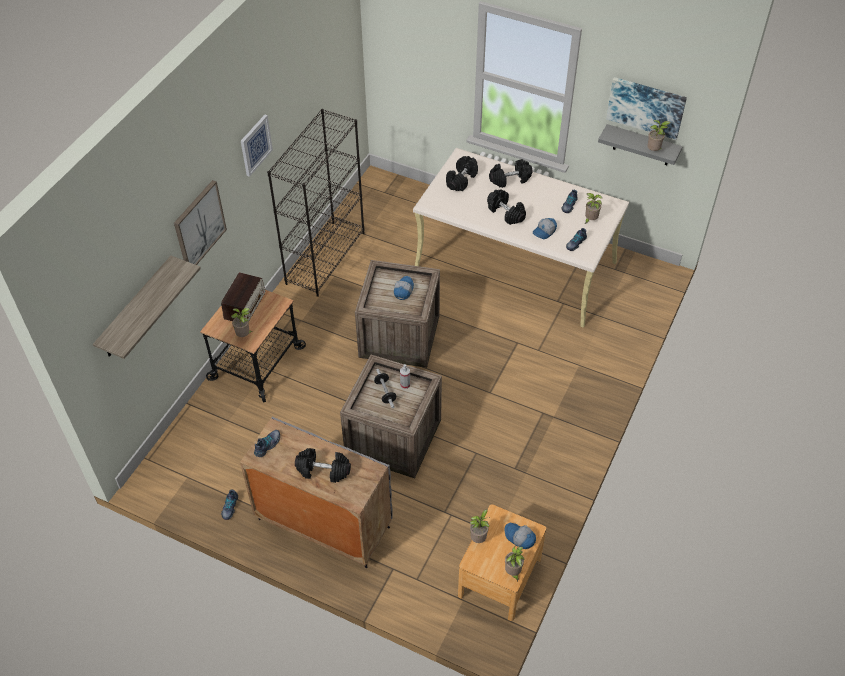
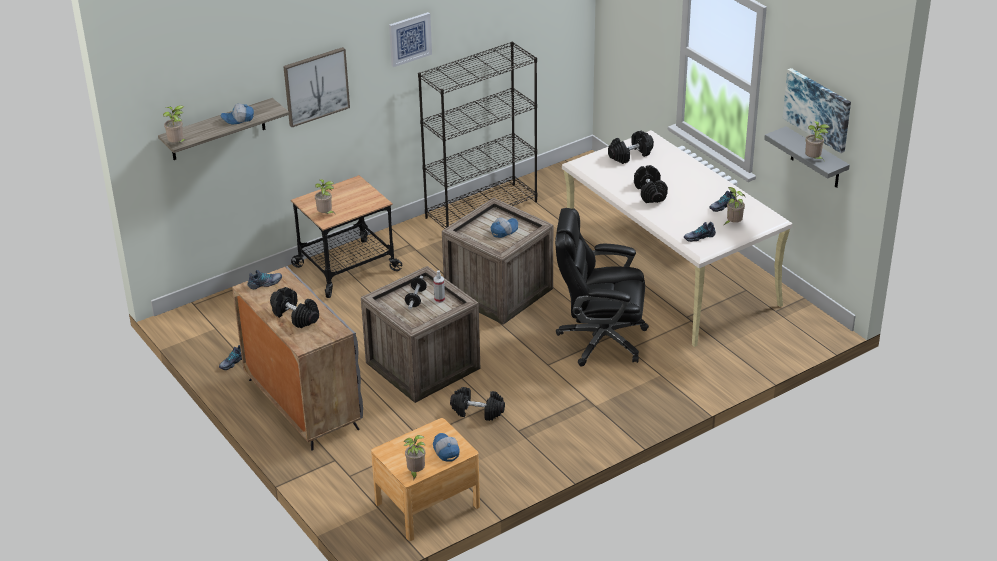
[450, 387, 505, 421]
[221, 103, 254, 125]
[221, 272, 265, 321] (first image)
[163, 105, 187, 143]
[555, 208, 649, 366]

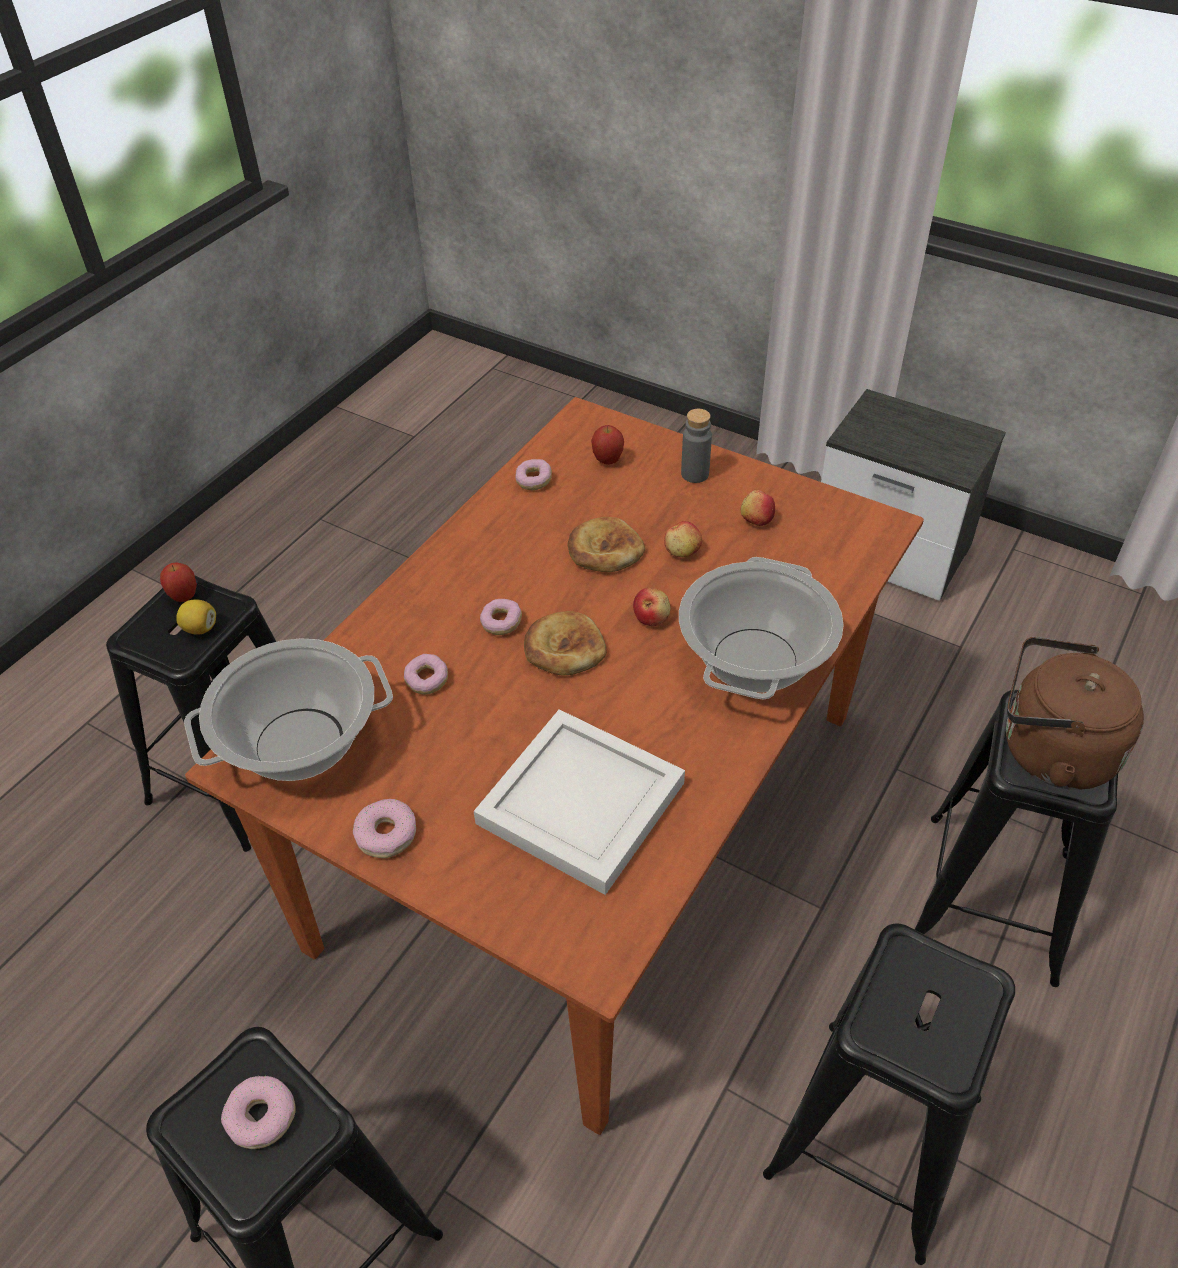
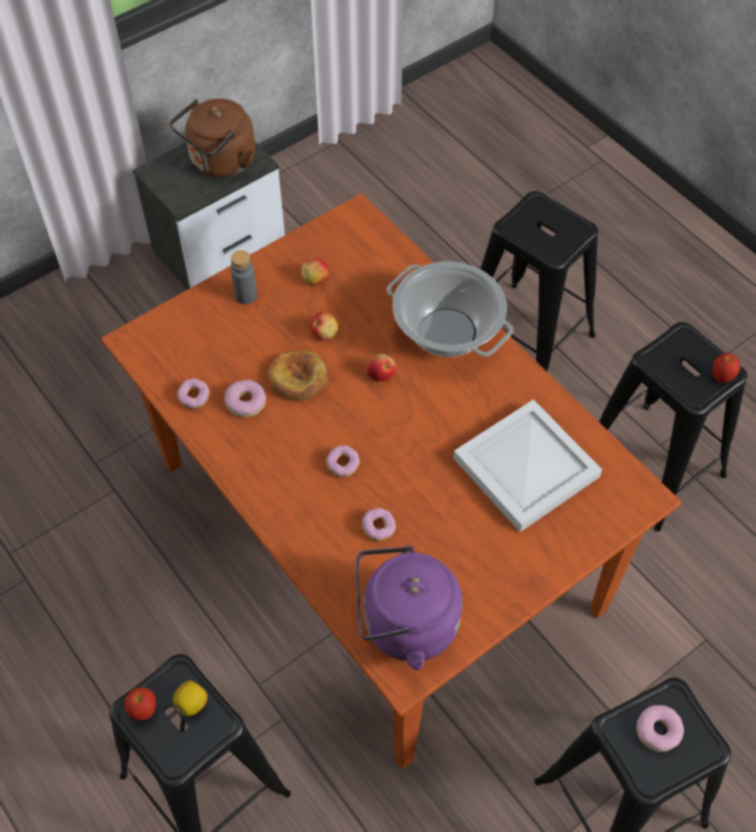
[713, 353, 740, 383]
[524, 611, 607, 675] (first image)
[170, 98, 255, 177]
[356, 546, 463, 670]
[225, 380, 266, 417]

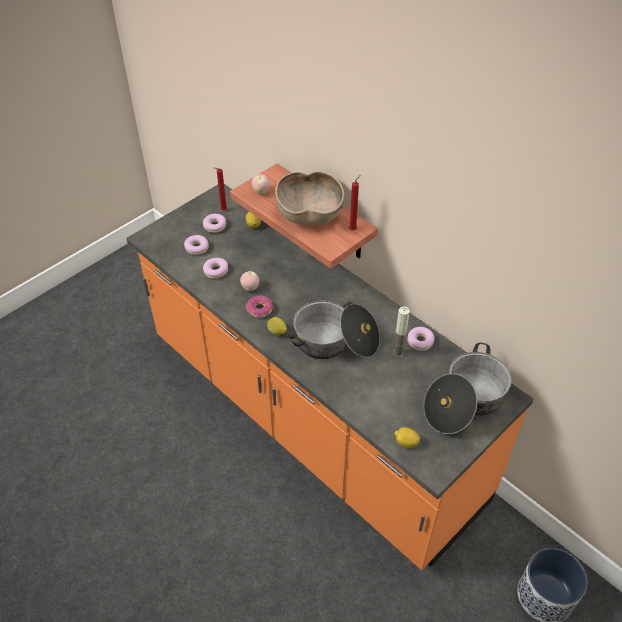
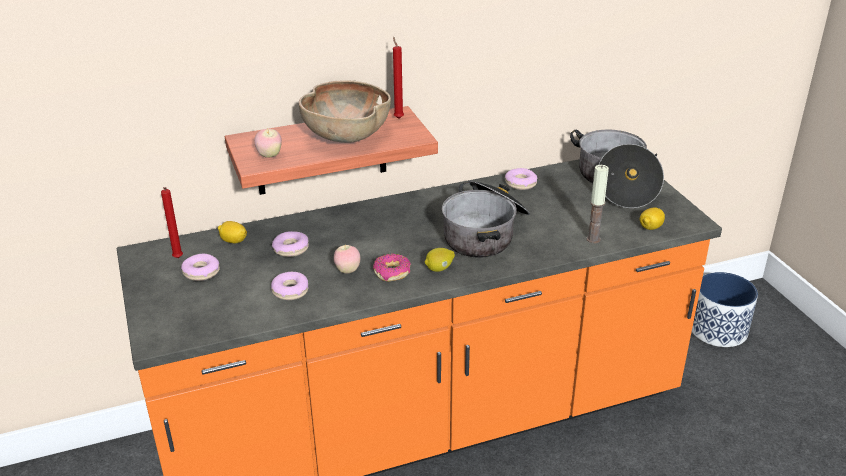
[272, 231, 309, 257]
[586, 165, 609, 243]

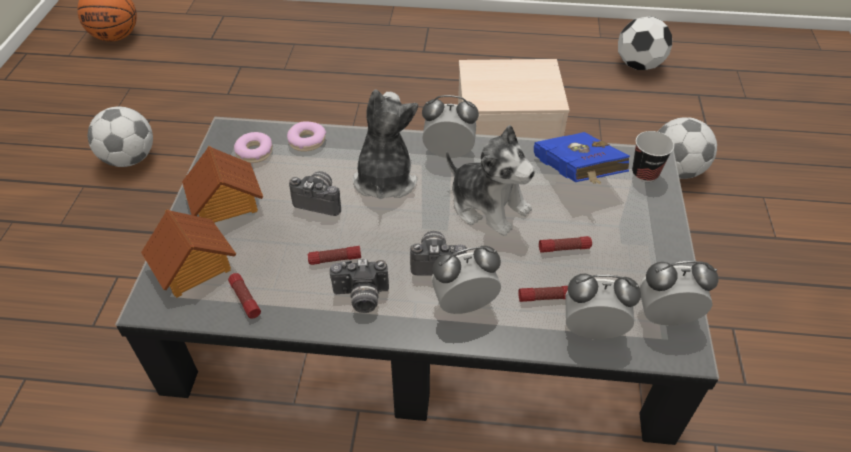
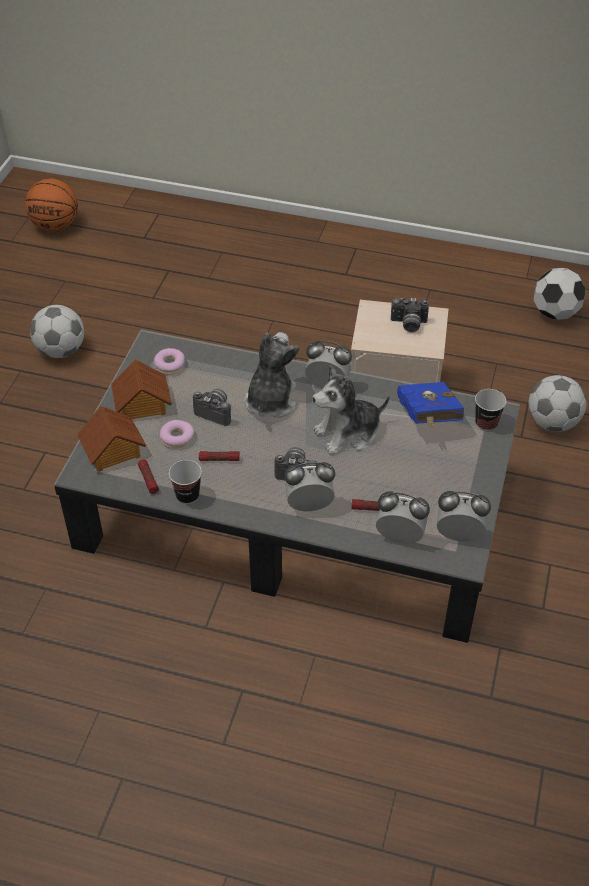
[160, 420, 195, 448]
[312, 365, 390, 455]
[539, 236, 592, 253] (first image)
[391, 298, 429, 333]
[169, 460, 202, 504]

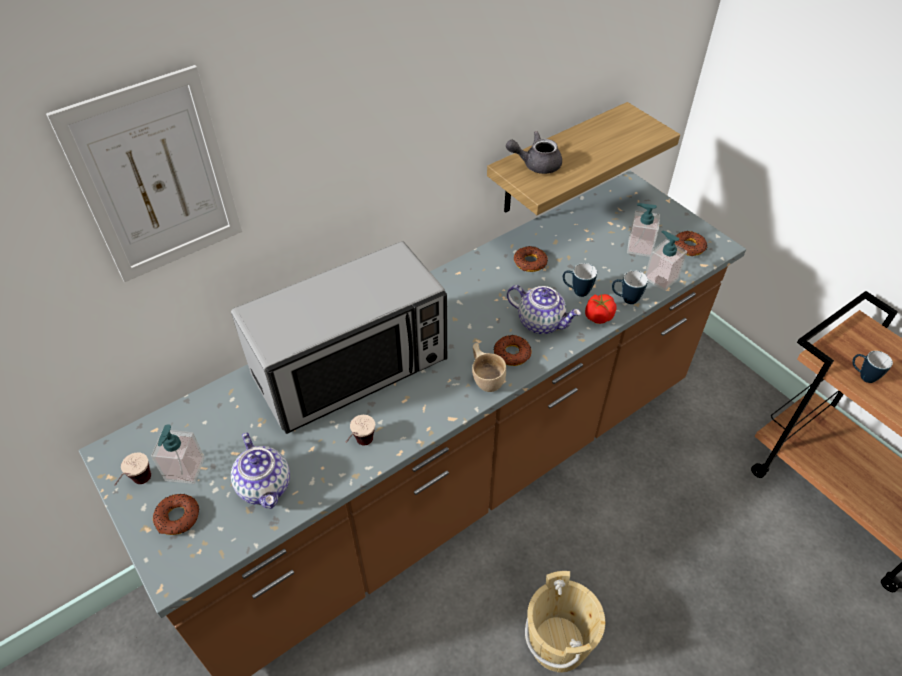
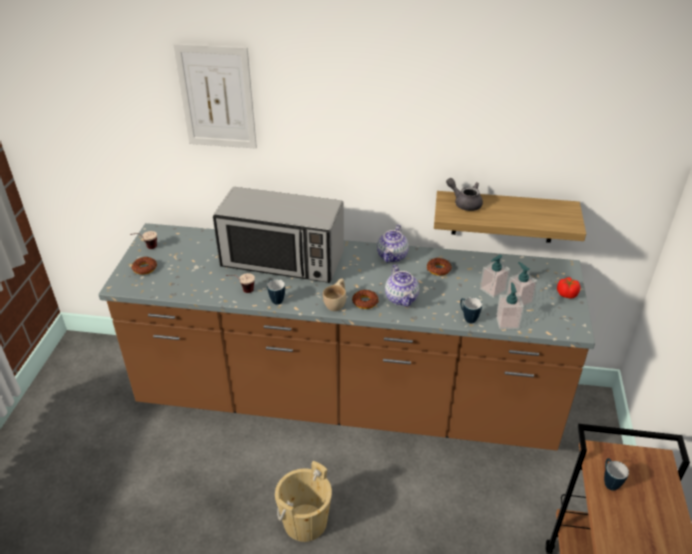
[674, 231, 707, 256] (first image)
[267, 279, 285, 305]
[557, 277, 580, 299]
[480, 255, 510, 298]
[377, 225, 409, 262]

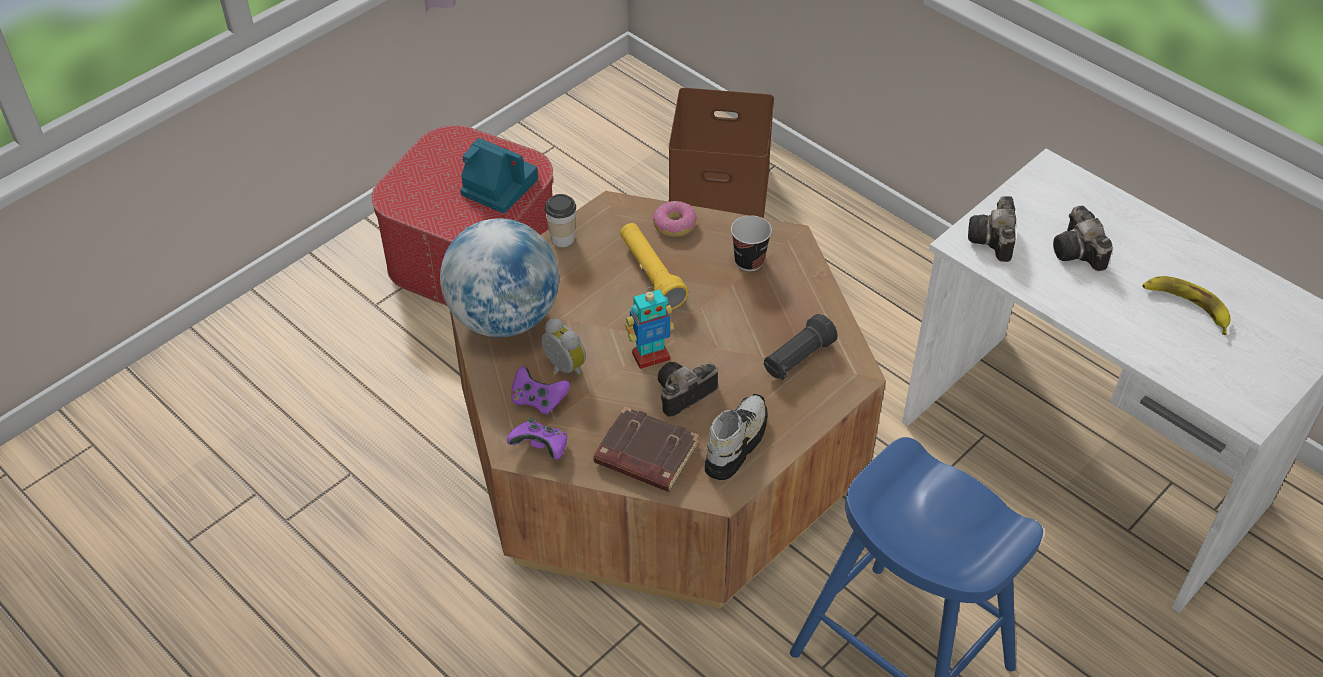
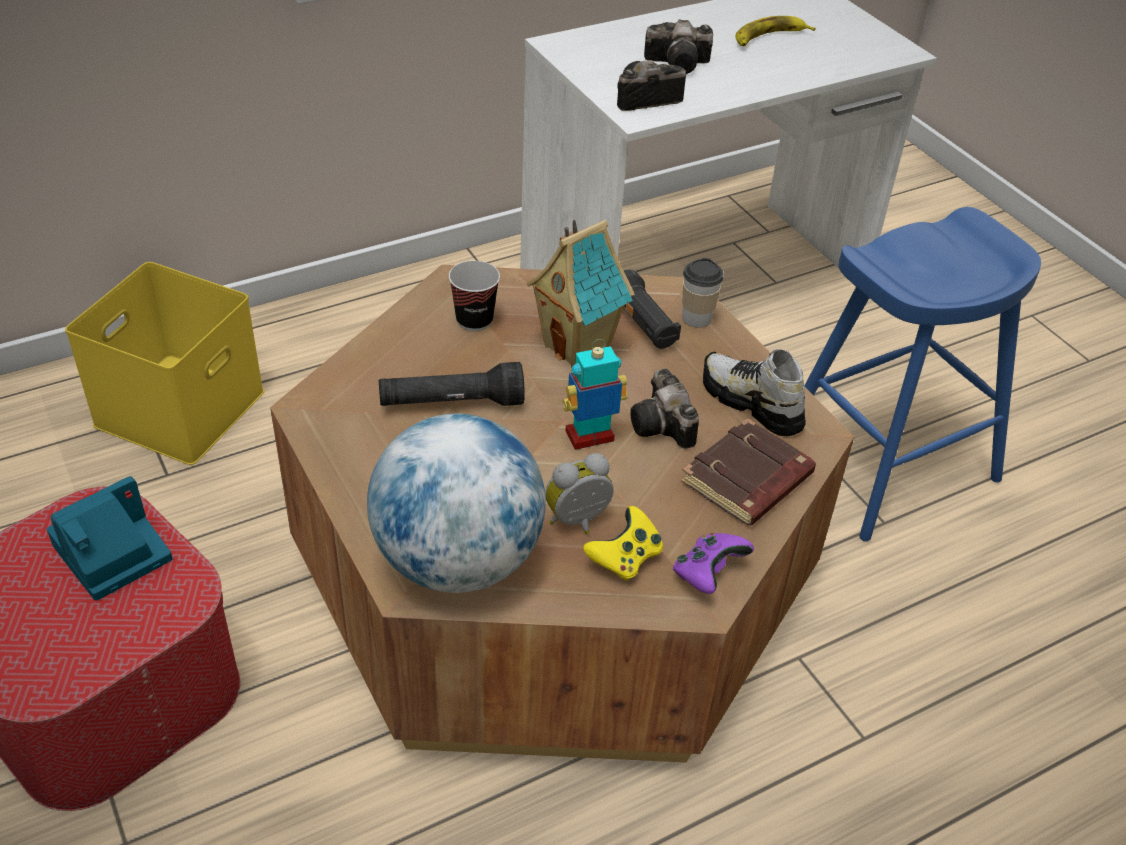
[65, 262, 264, 465]
[682, 258, 723, 328]
[617, 60, 686, 111]
[653, 201, 697, 237] (first image)
[379, 362, 525, 406]
[562, 339, 627, 450]
[583, 506, 663, 581]
[527, 219, 635, 368]

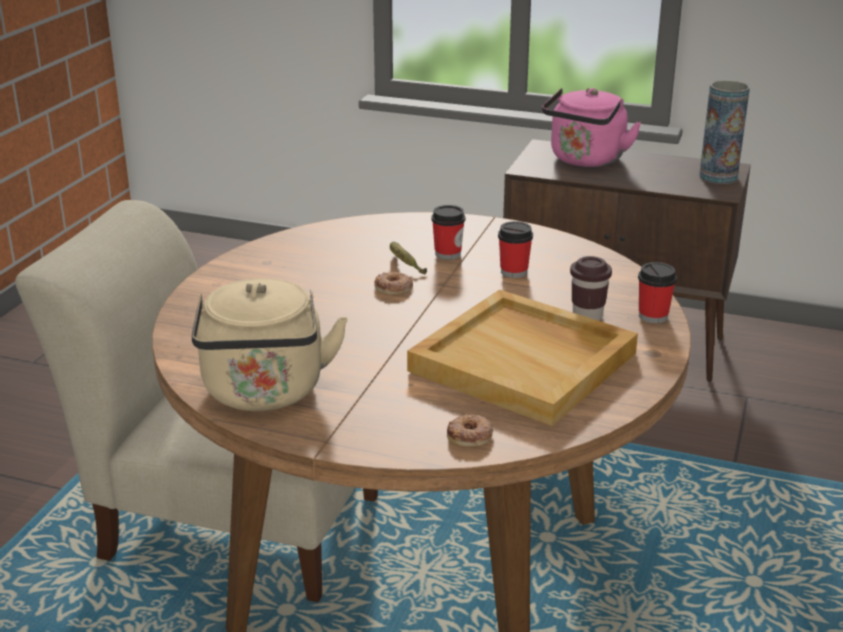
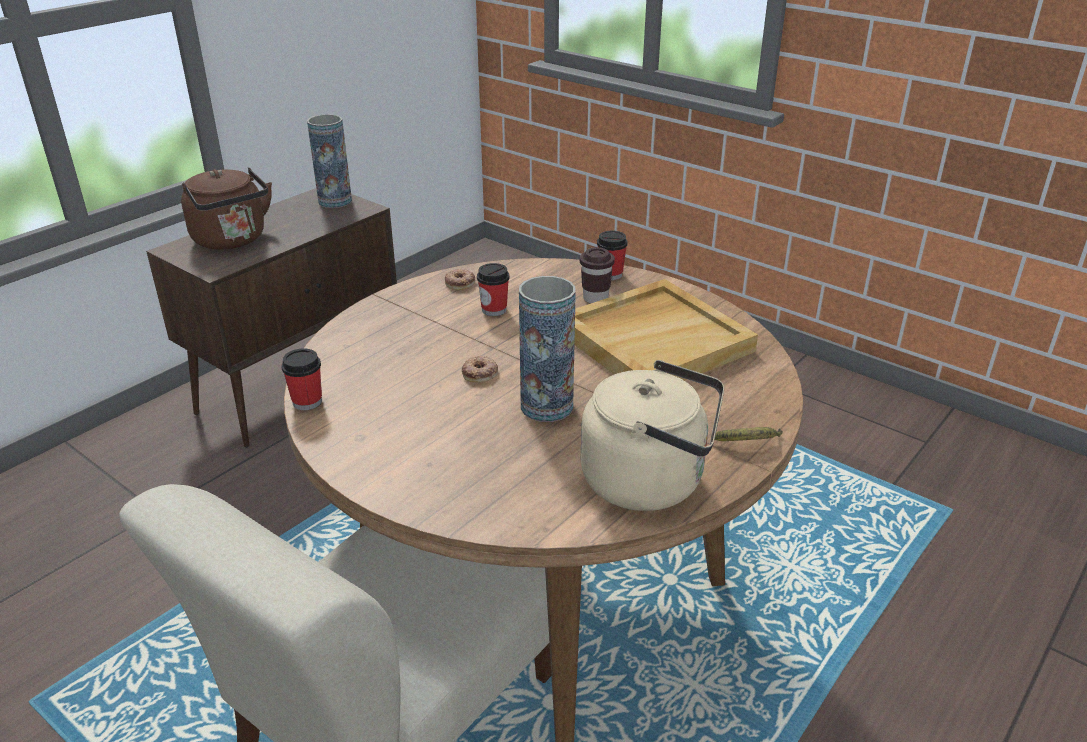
[181, 168, 272, 250]
[281, 349, 322, 410]
[711, 427, 783, 441]
[445, 269, 475, 290]
[519, 276, 576, 422]

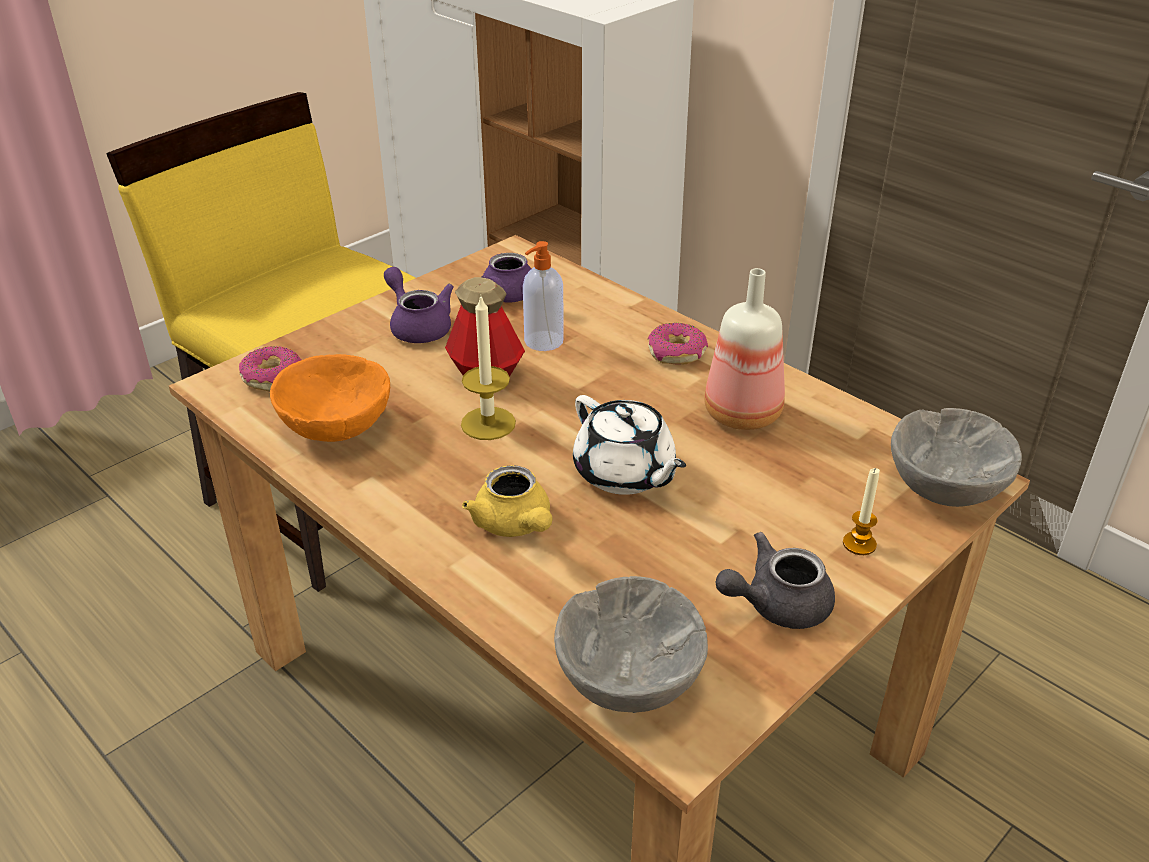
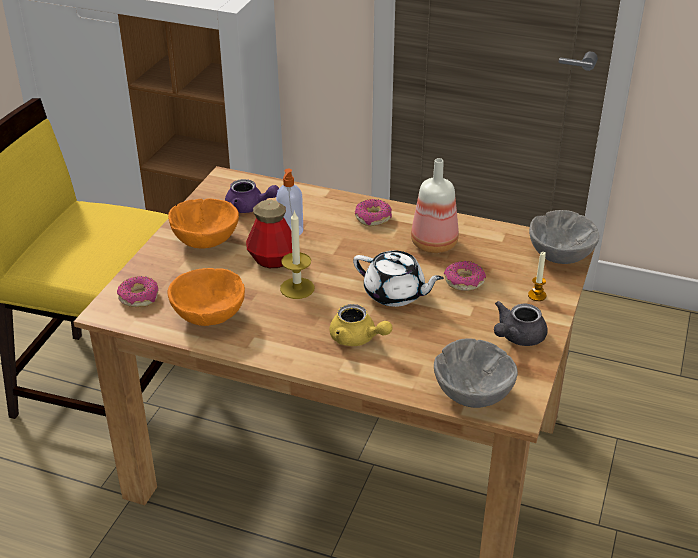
[168, 198, 239, 249]
[444, 261, 486, 291]

